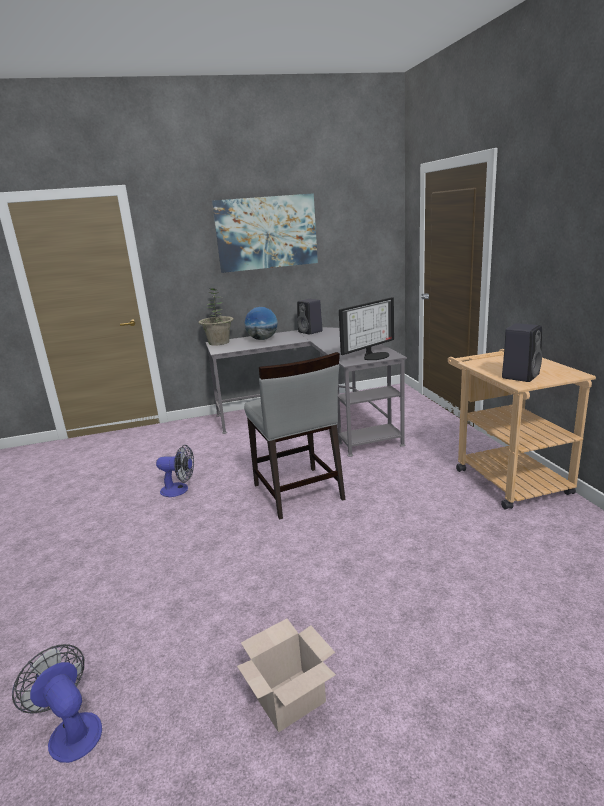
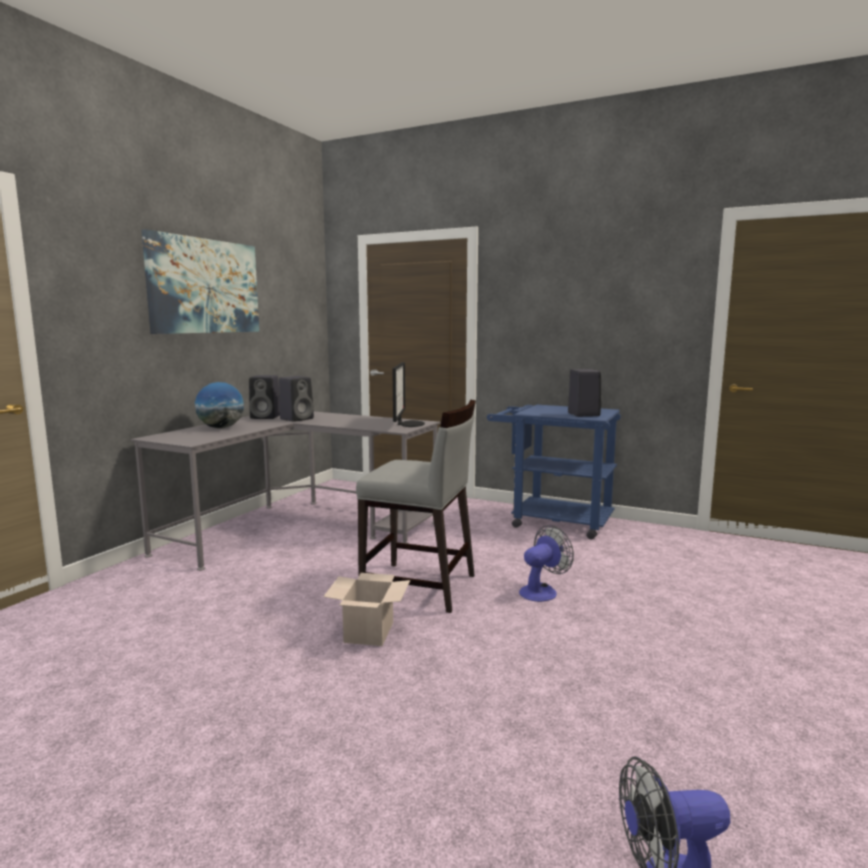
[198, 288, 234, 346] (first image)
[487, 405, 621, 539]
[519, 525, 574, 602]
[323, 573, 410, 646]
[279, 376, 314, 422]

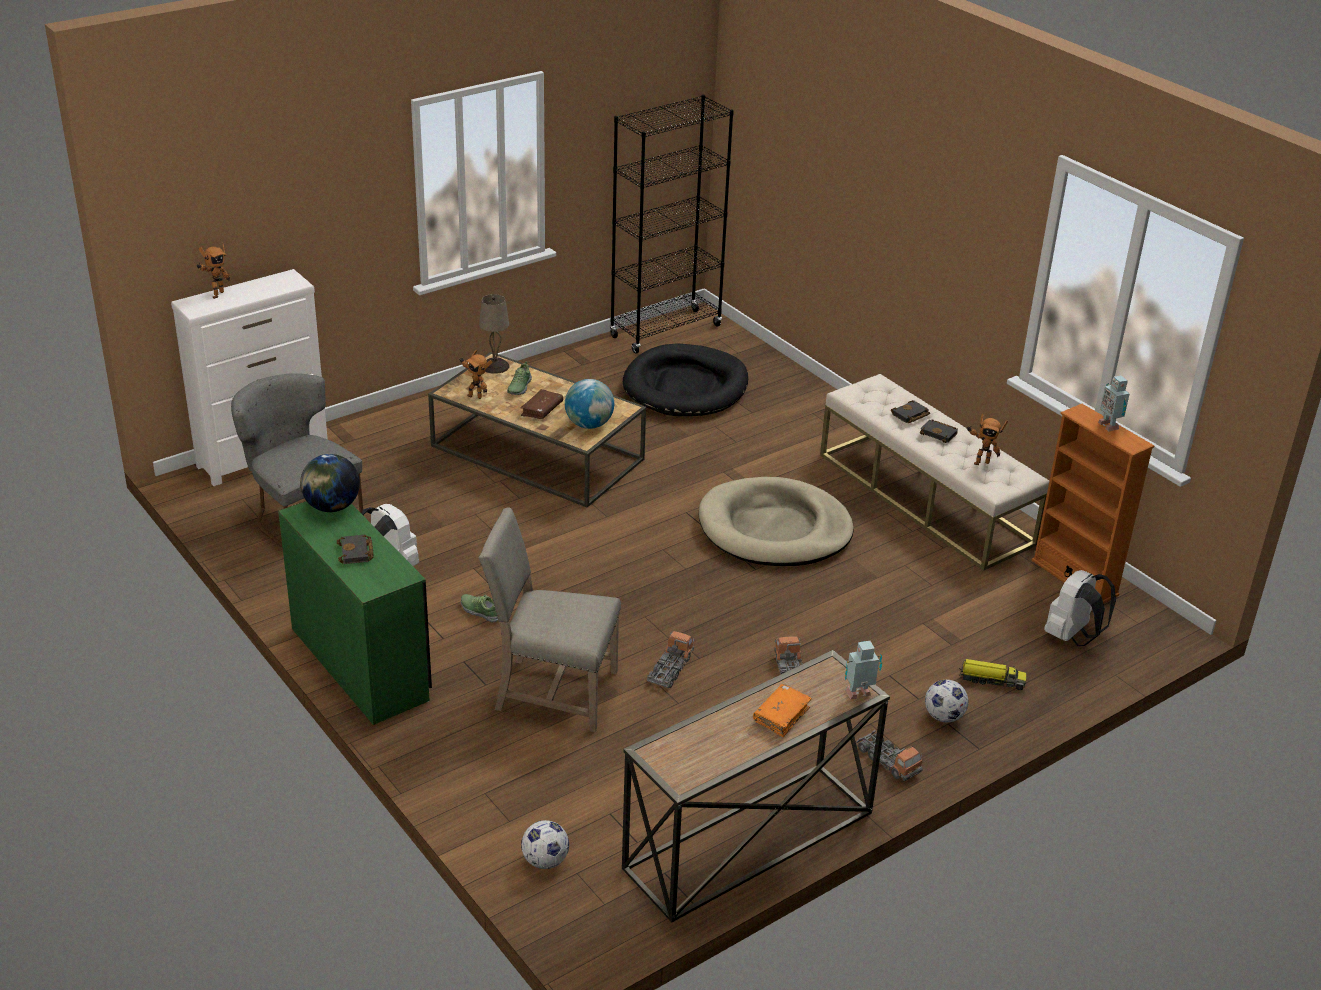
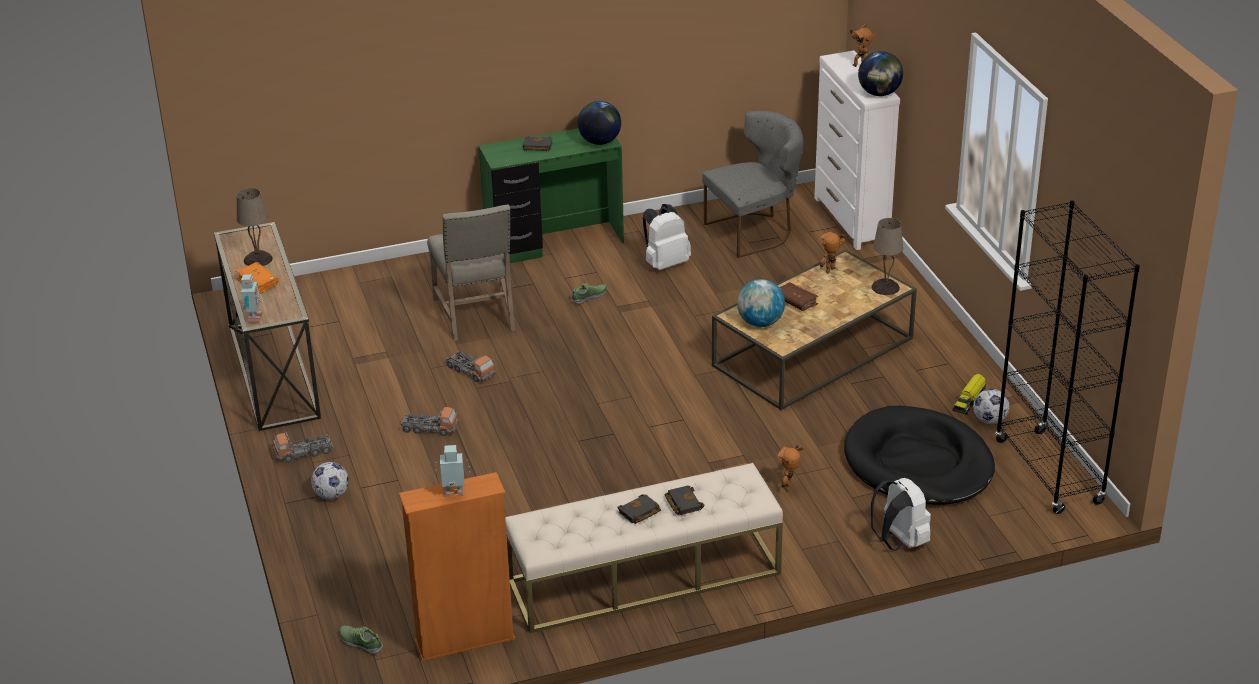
[339, 625, 383, 655]
[777, 445, 804, 491]
[699, 477, 854, 566] (first image)
[427, 204, 515, 341]
[871, 478, 931, 551]
[953, 374, 986, 415]
[973, 389, 1009, 425]
[858, 51, 903, 96]
[237, 188, 273, 266]

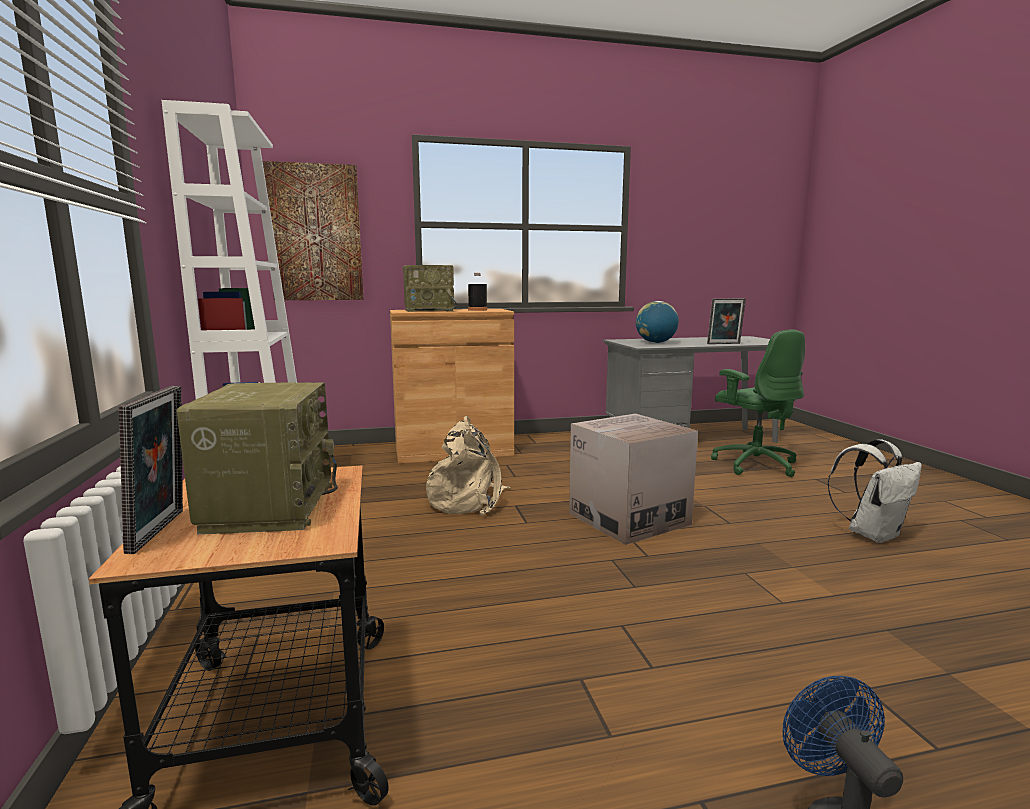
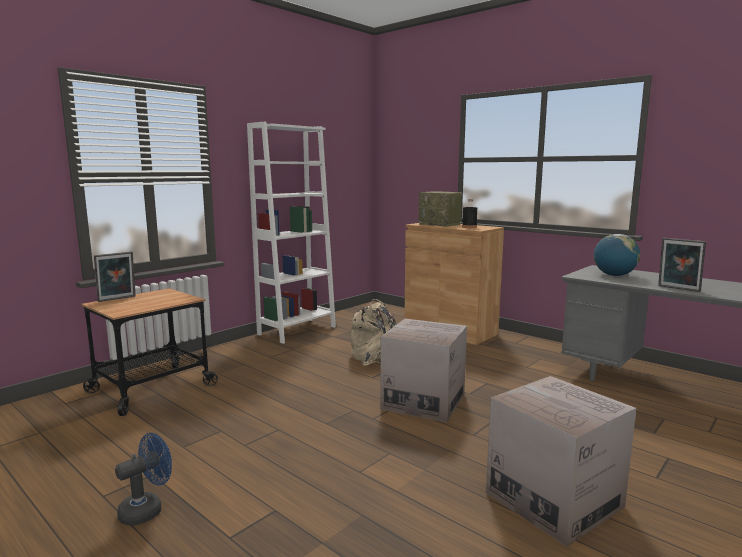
[262, 161, 364, 300] (first image)
[711, 329, 805, 477] (first image)
[176, 382, 338, 535] (first image)
[486, 376, 636, 547]

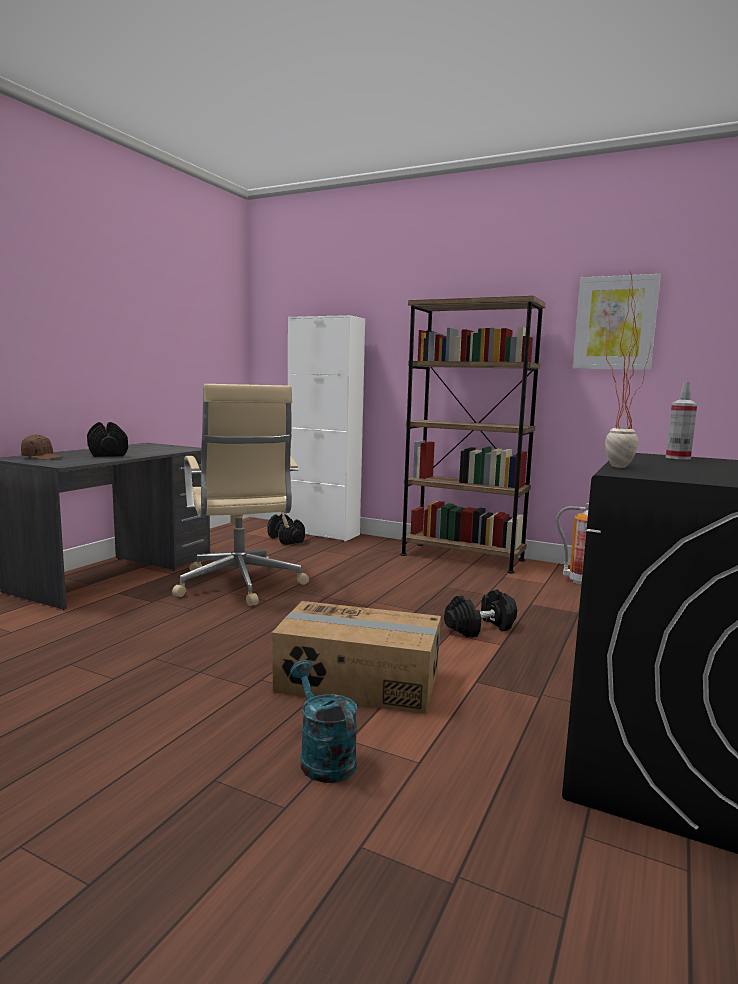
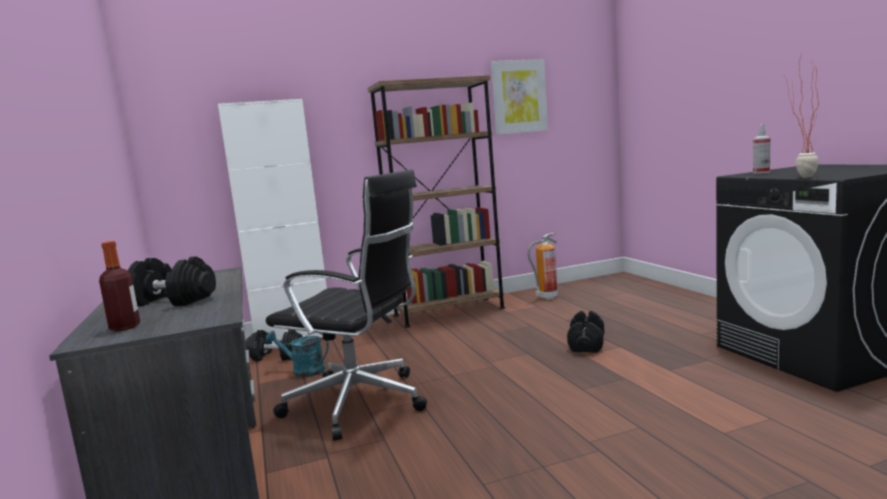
[266, 169, 427, 441]
[99, 241, 140, 331]
[272, 601, 441, 714] (first image)
[265, 331, 329, 377]

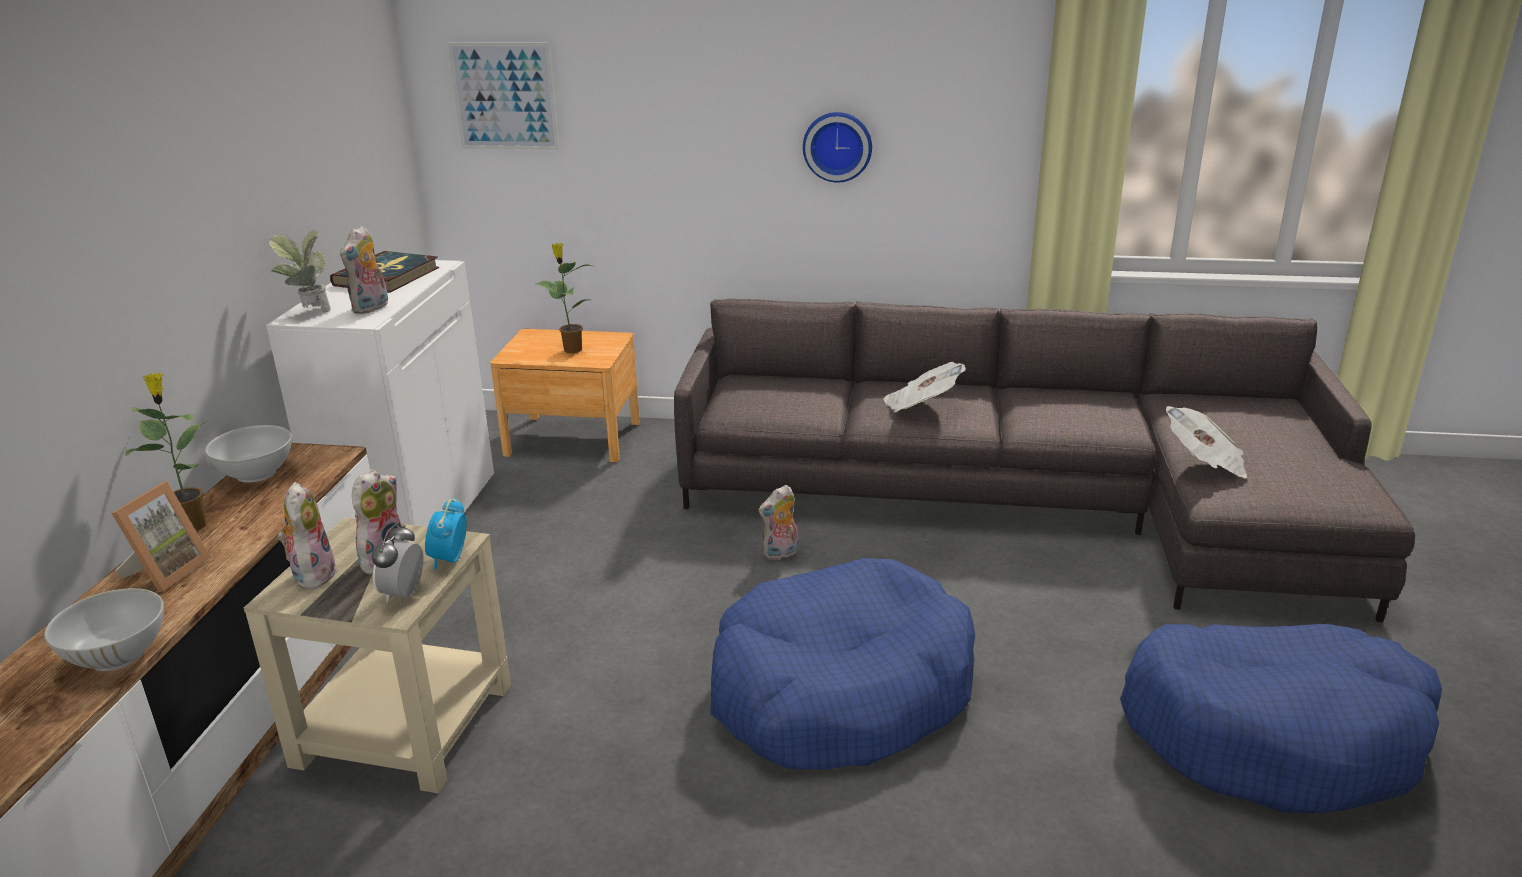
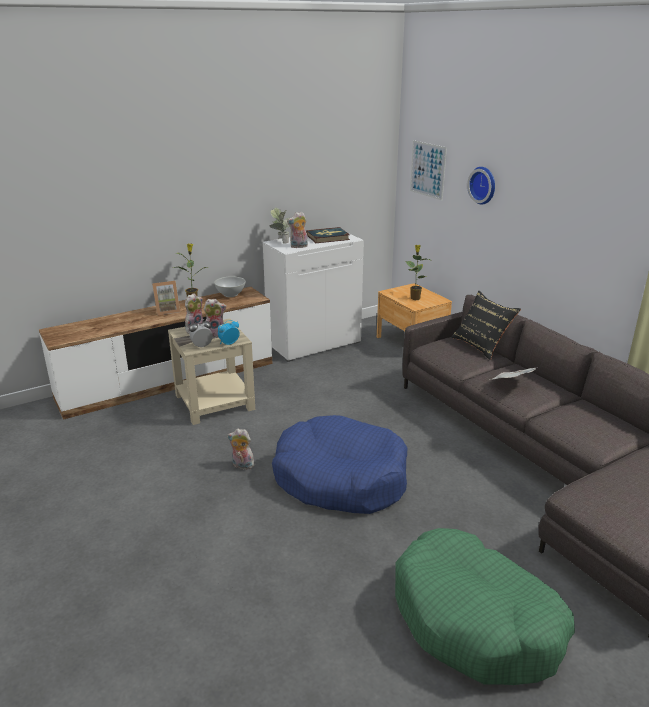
[467, 167, 495, 205]
[1166, 406, 1247, 478] (first image)
[227, 429, 254, 470]
[44, 588, 164, 671] (first image)
[395, 528, 575, 685]
[451, 291, 521, 360]

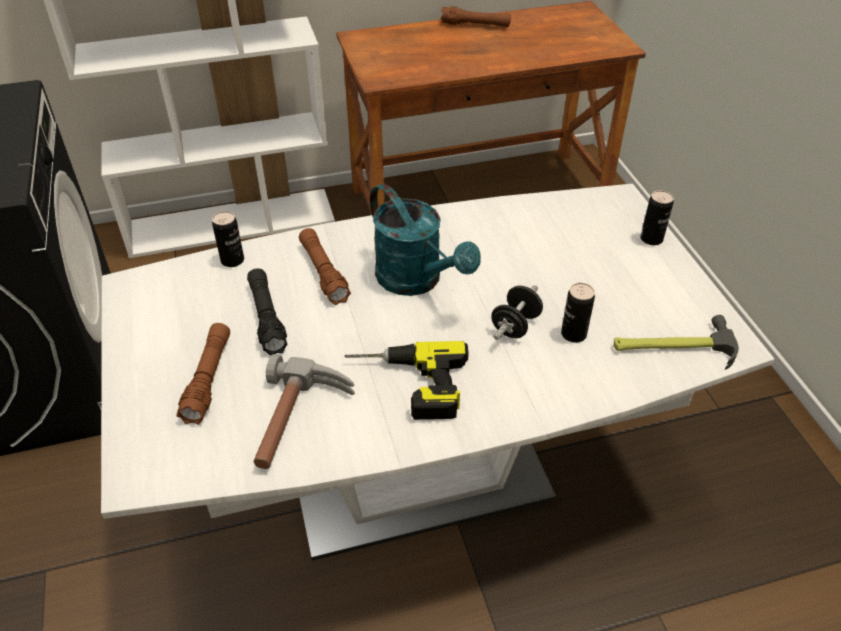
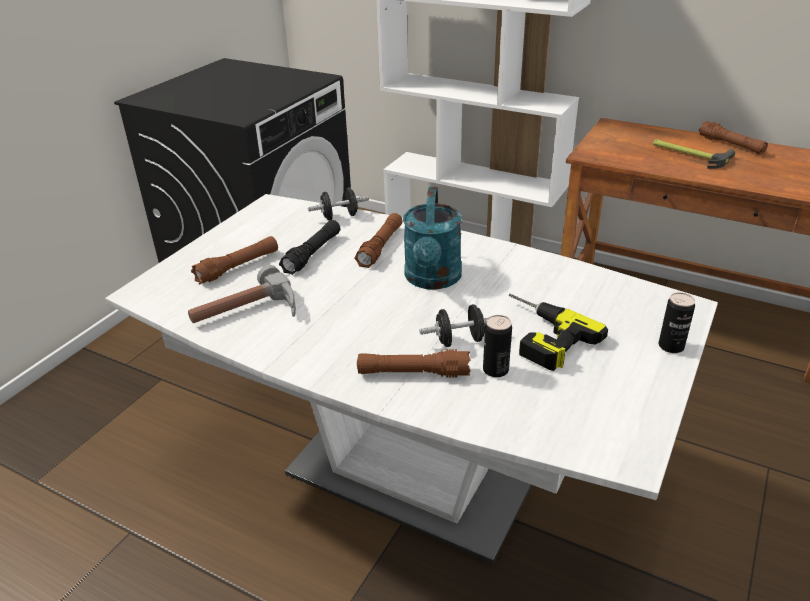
[308, 187, 369, 220]
[653, 139, 735, 169]
[509, 294, 608, 371]
[357, 349, 471, 377]

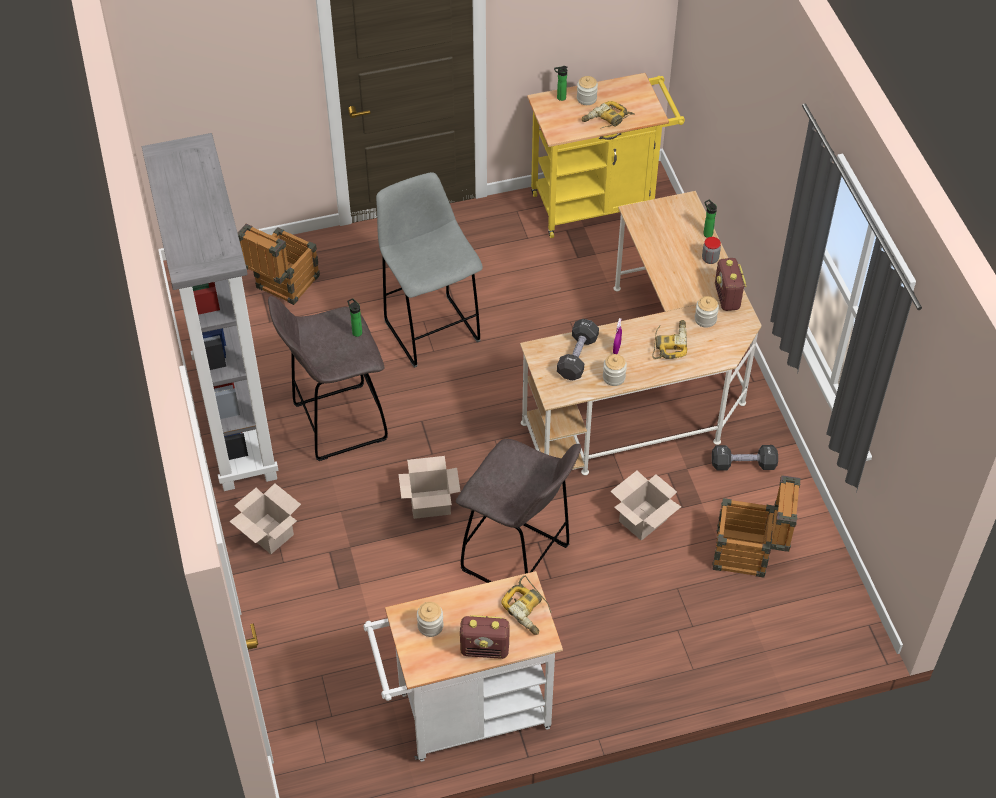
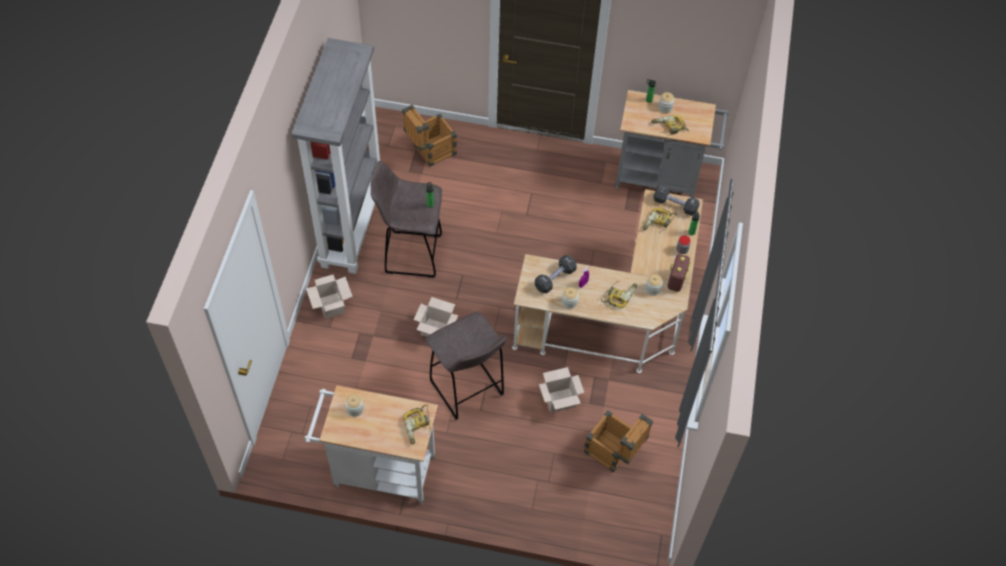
[615, 90, 729, 197]
[376, 172, 483, 368] (first image)
[653, 185, 700, 216]
[460, 615, 509, 659] (first image)
[643, 208, 677, 232]

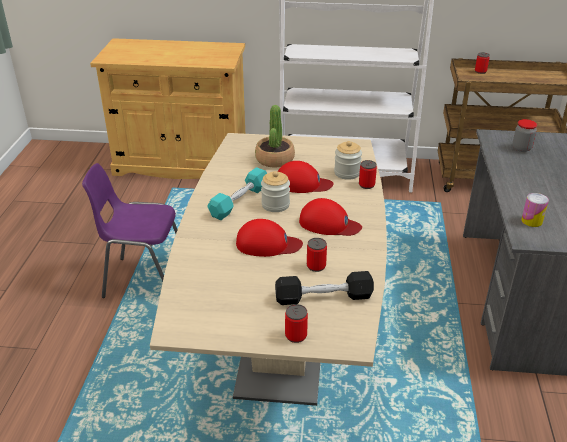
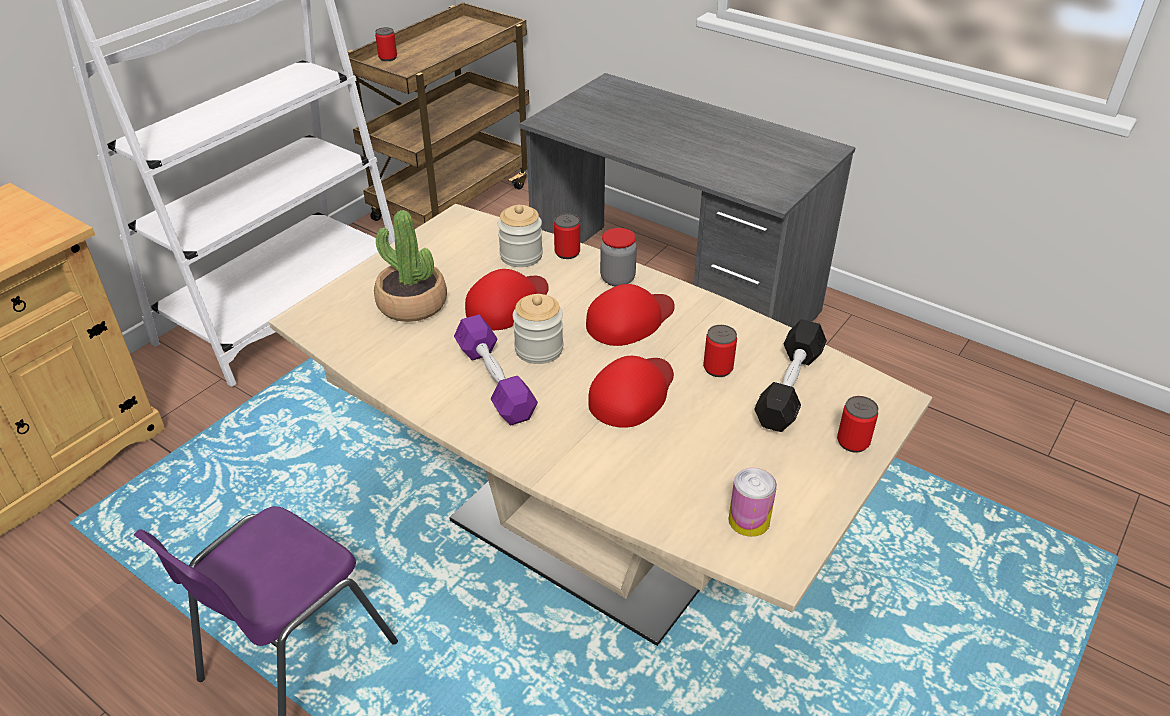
[600, 228, 637, 286]
[454, 314, 538, 425]
[728, 468, 777, 537]

